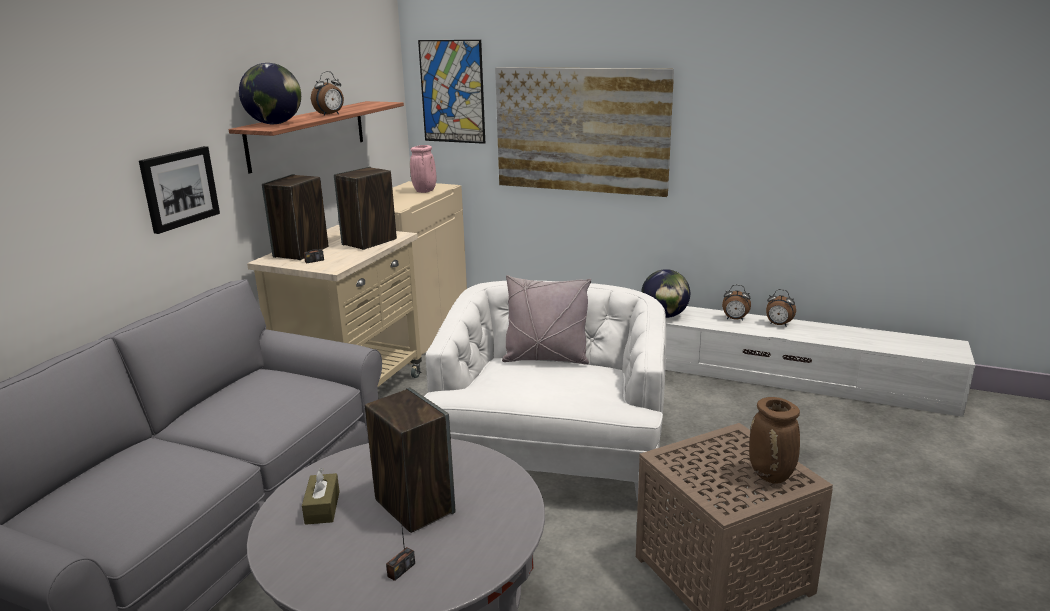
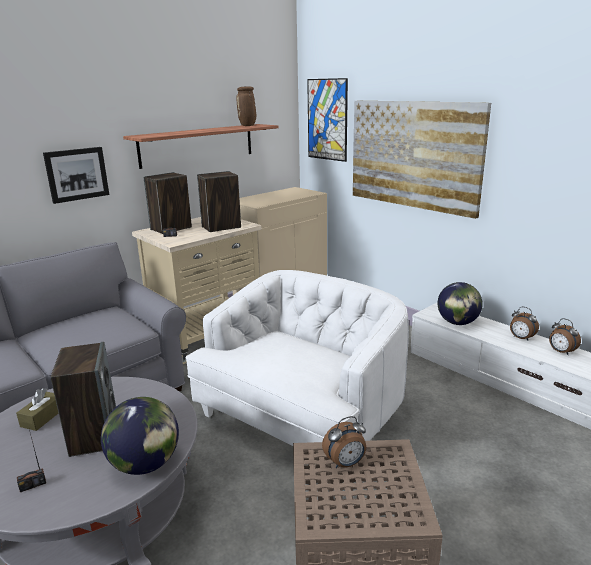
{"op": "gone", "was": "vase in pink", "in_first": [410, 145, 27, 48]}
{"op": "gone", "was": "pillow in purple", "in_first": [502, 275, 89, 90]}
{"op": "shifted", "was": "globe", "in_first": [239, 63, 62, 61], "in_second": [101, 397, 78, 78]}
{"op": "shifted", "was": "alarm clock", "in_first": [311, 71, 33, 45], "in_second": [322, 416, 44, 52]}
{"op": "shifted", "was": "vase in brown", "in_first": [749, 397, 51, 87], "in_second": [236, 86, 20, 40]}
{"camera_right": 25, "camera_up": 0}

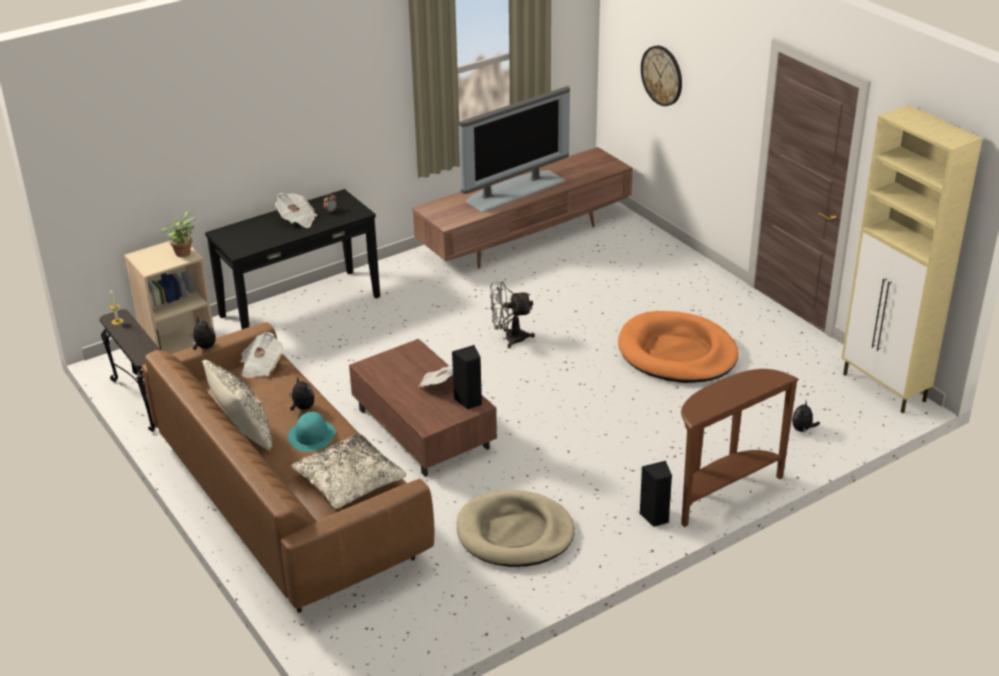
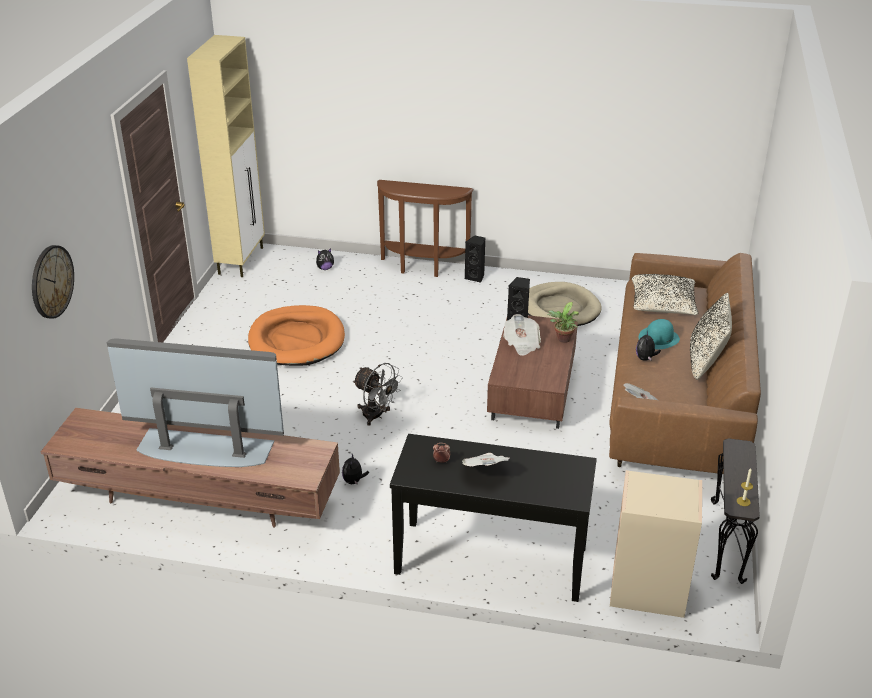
{"op": "shifted", "was": "potted plant", "in_first": [161, 211, 35, 46], "in_second": [547, 302, 32, 41]}
{"op": "shifted", "was": "plush toy", "in_first": [190, 317, 26, 33], "in_second": [342, 454, 27, 31]}
{"camera_right": -135, "camera_up": 0}

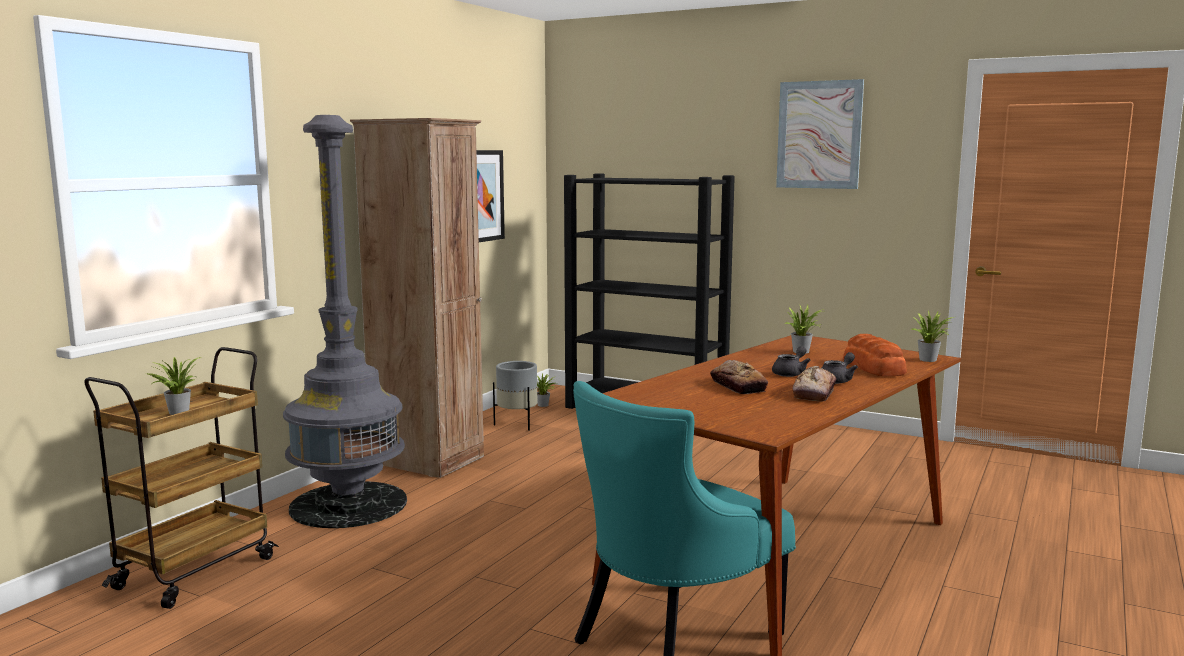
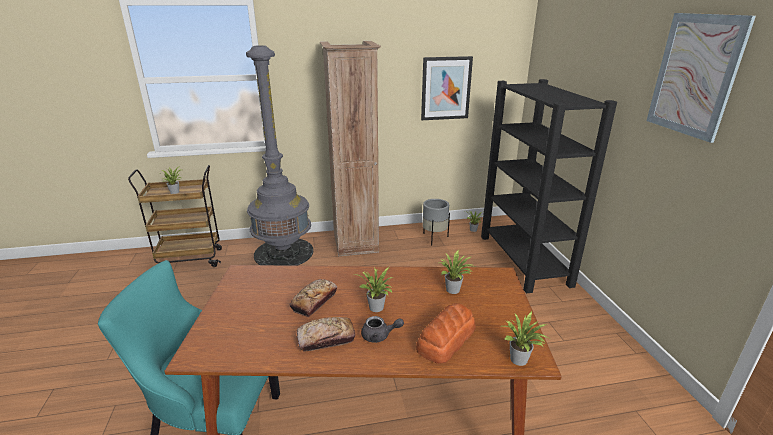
{"op": "swapped", "was": "teapot in grey", "now": "potted plant", "in_first": [772, 346, 39, 31], "in_second": [353, 267, 41, 45]}
{"camera_right": 50, "camera_up": 15}

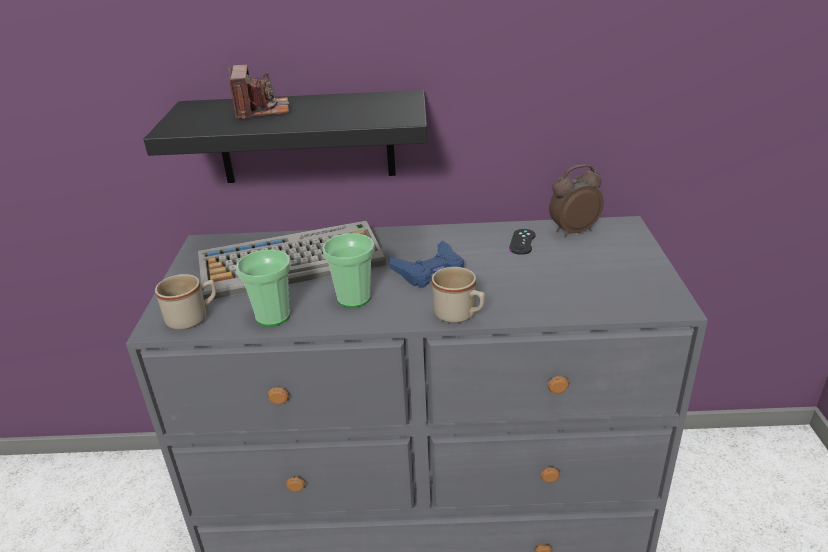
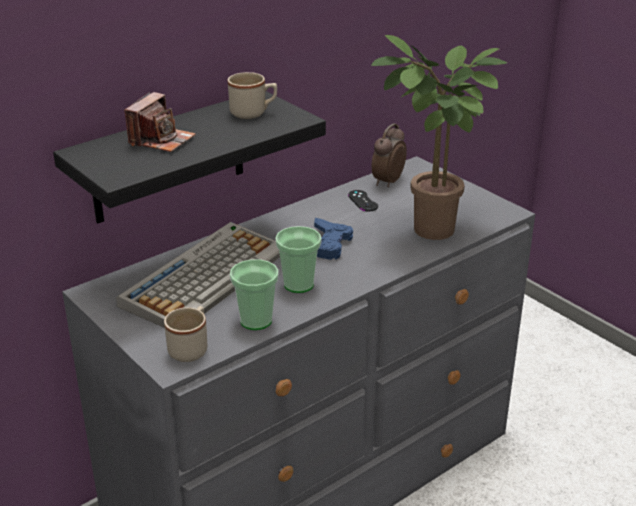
{"op": "new", "now": "potted plant", "in_second": [371, 35, 136, 205]}
{"op": "shifted", "was": "mug in beige", "in_first": [432, 267, 53, 56], "in_second": [228, 72, 49, 47]}
{"op": "rotated", "was": "photo camera", "in_first": [228, 65, 61, 54], "in_second": [124, 92, 72, 60], "clockwise": 75}
{"camera_right": -40, "camera_up": 0}

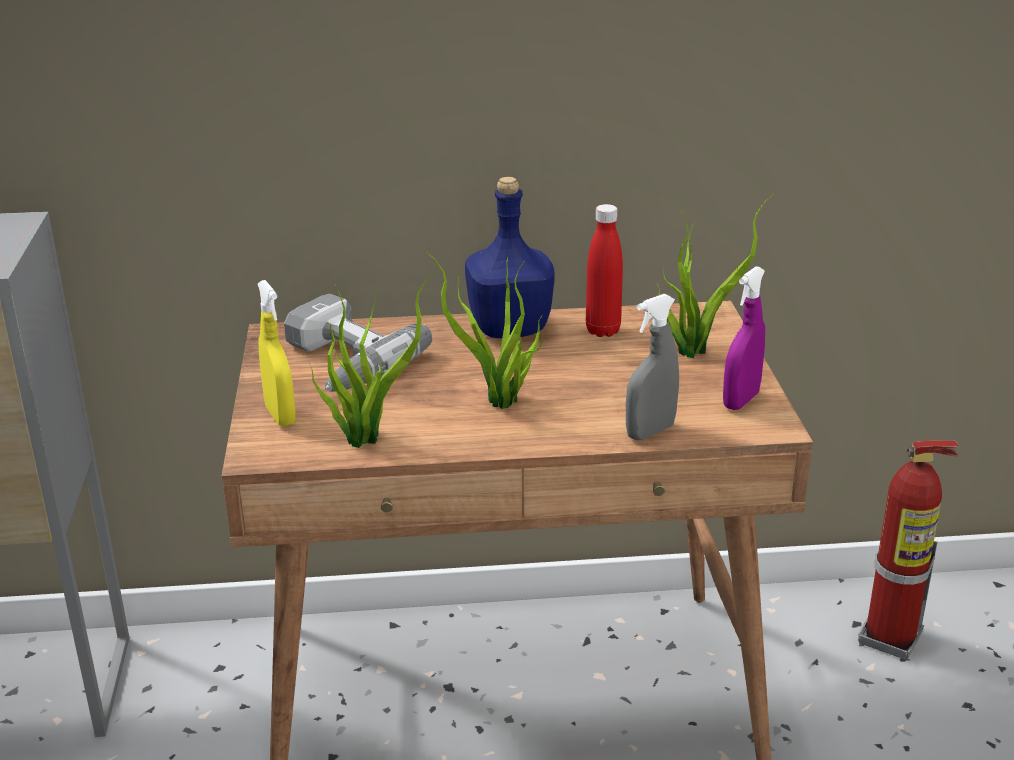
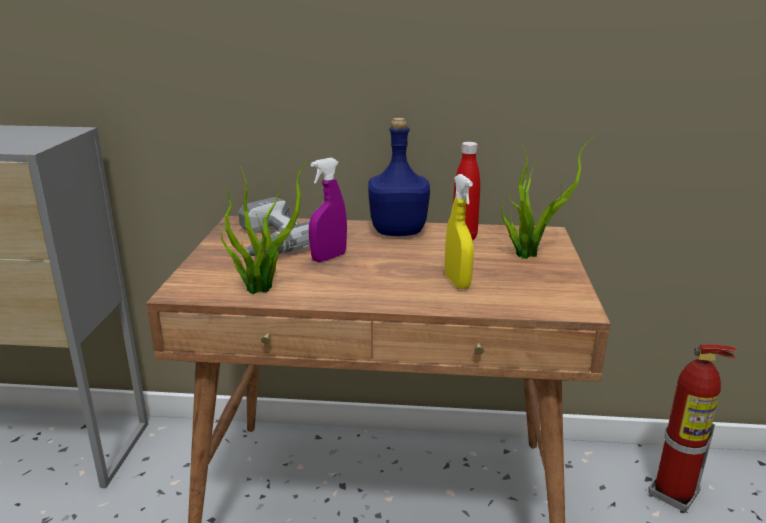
{"op": "gone", "was": "potted plant", "in_first": [425, 251, 118, 158]}
{"op": "gone", "was": "spray bottle in grey", "in_first": [626, 294, 53, 146]}
{"op": "shifted", "was": "spray bottle in yellow", "in_first": [258, 280, 38, 146], "in_second": [445, 174, 29, 115]}
{"op": "shifted", "was": "spray bottle in purple", "in_first": [723, 266, 42, 144], "in_second": [309, 158, 38, 104]}
{"camera_right": 10, "camera_up": -5}

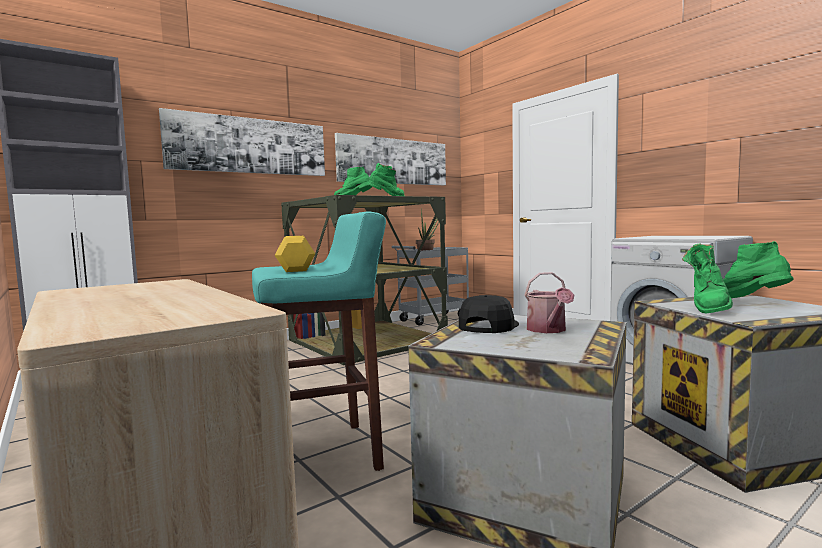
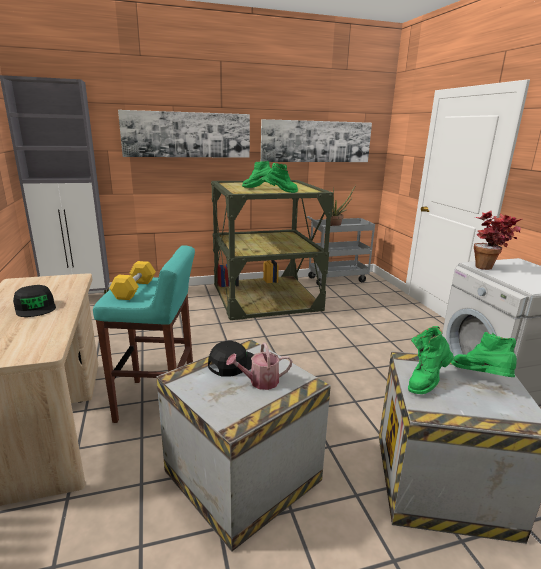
{"op": "new", "now": "cap in black", "in_second": [13, 285, 43, 32]}
{"op": "new", "now": "potted plant", "in_second": [474, 211, 47, 59]}
{"op": "rotated", "was": "watering can", "in_first": [525, 272, 49, 61], "in_second": [226, 343, 66, 47], "clockwise": 60}
{"camera_right": 20, "camera_up": 15}

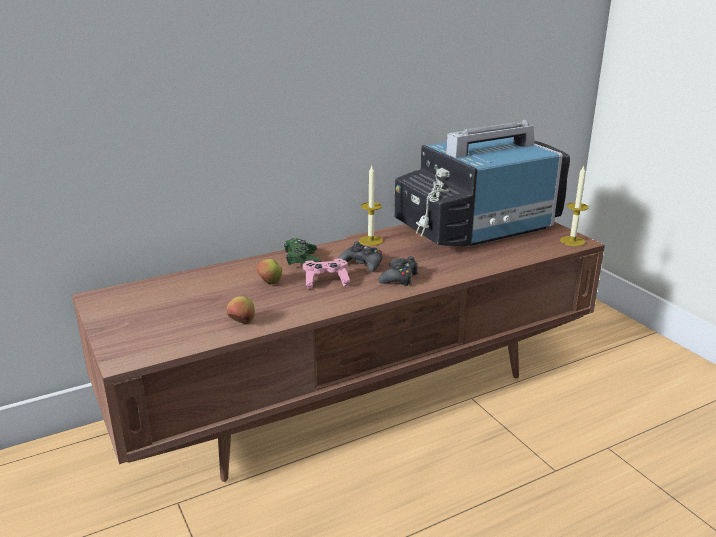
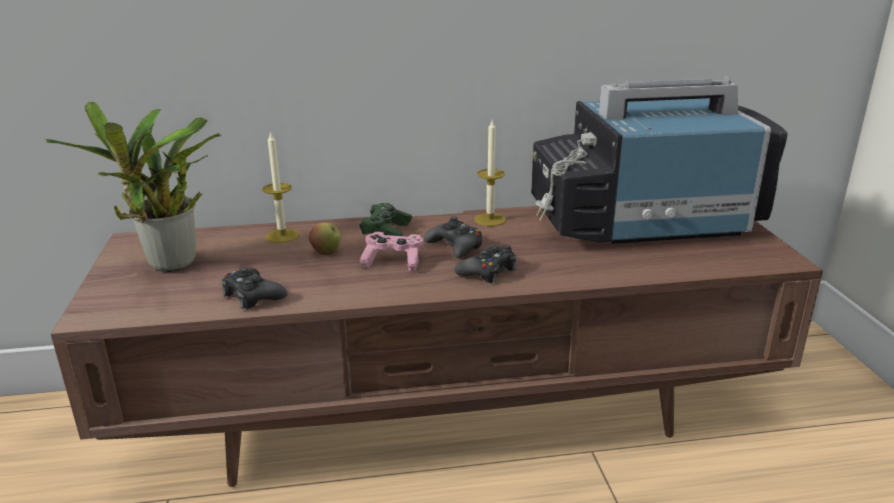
{"op": "new", "now": "potted plant", "in_second": [45, 102, 176, 170]}
{"op": "shifted", "was": "candle", "in_first": [560, 165, 29, 81], "in_second": [262, 131, 37, 112]}
{"op": "swapped", "was": "apple", "now": "game controller in black", "in_first": [226, 296, 29, 28], "in_second": [221, 268, 66, 41]}
{"camera_right": 20, "camera_up": 0}

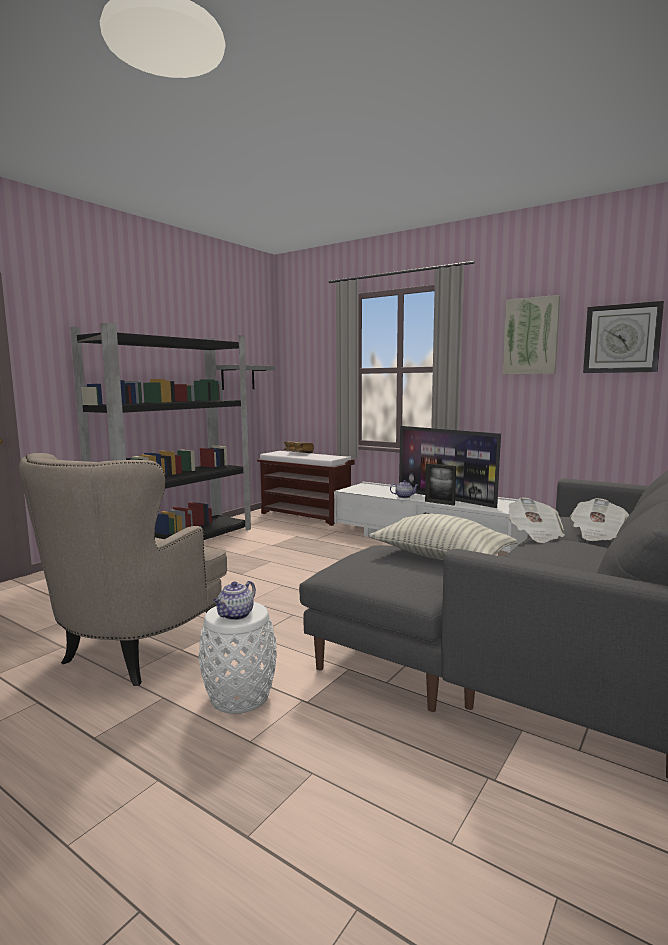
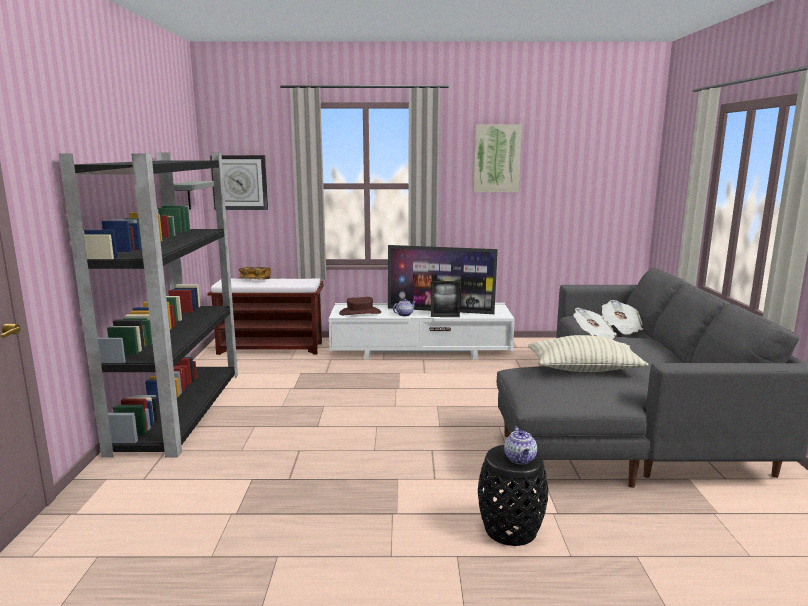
{"op": "gone", "was": "armchair in beige", "in_first": [19, 453, 208, 233]}
{"op": "new", "now": "hat in brown", "in_second": [339, 297, 42, 18]}
{"op": "shifted", "was": "wall clock", "in_first": [583, 301, 81, 72], "in_second": [210, 155, 58, 55]}
{"op": "repainted", "was": "stool in white", "now": "stool in black", "in_first": [199, 602, 78, 112], "in_second": [478, 445, 70, 101]}
{"camera_right": -35, "camera_up": 5}

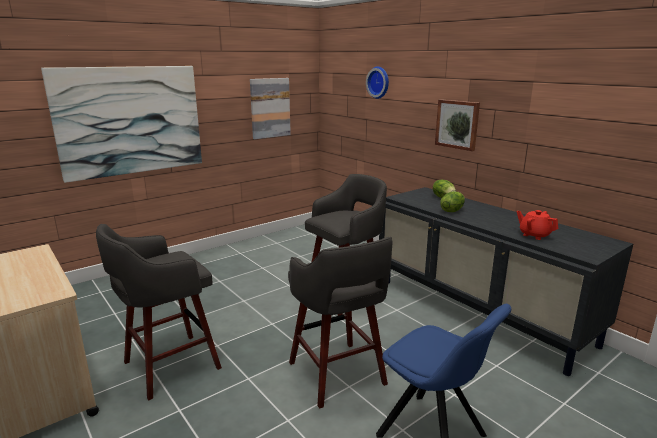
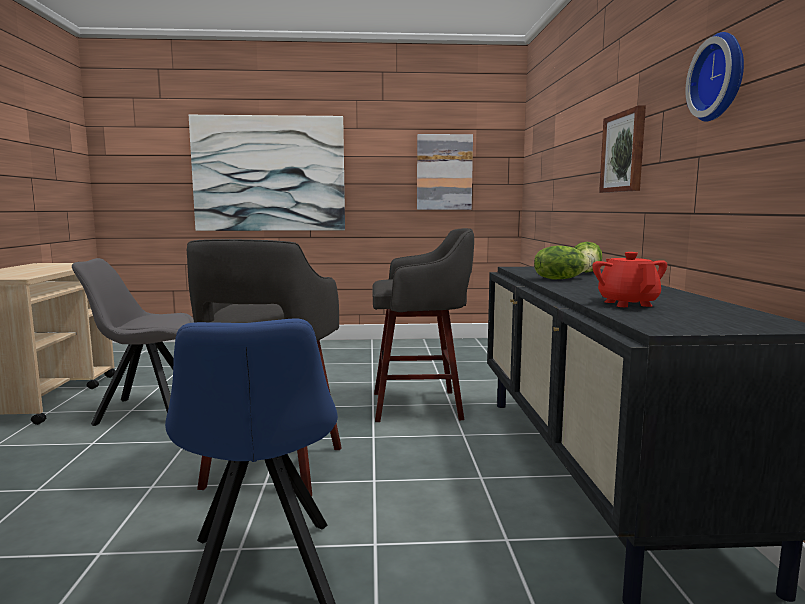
{"op": "shifted", "was": "wall clock", "in_first": [366, 66, 23, 33], "in_second": [685, 32, 59, 89]}
{"op": "swapped", "was": "stool in grey", "now": "chair in grey", "in_first": [96, 224, 126, 176], "in_second": [72, 258, 122, 168]}
{"camera_right": 35, "camera_up": -10}

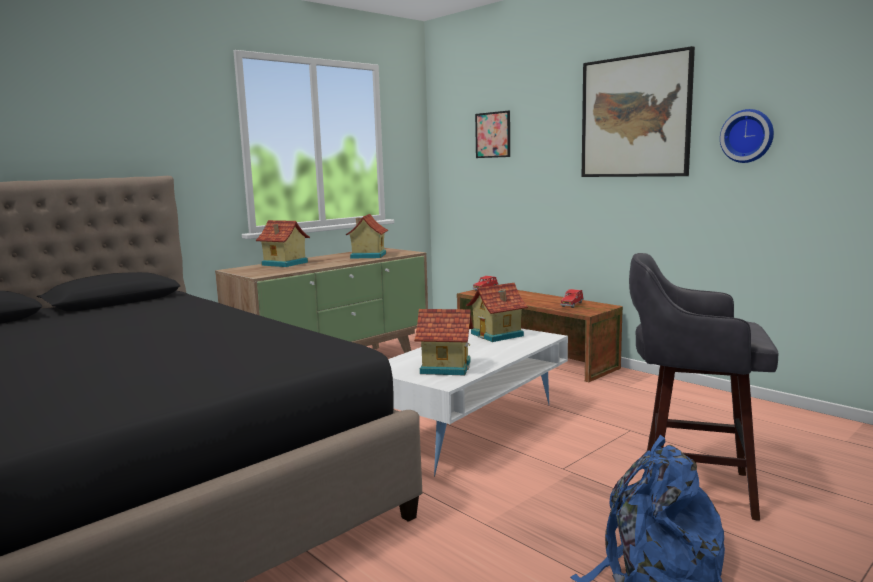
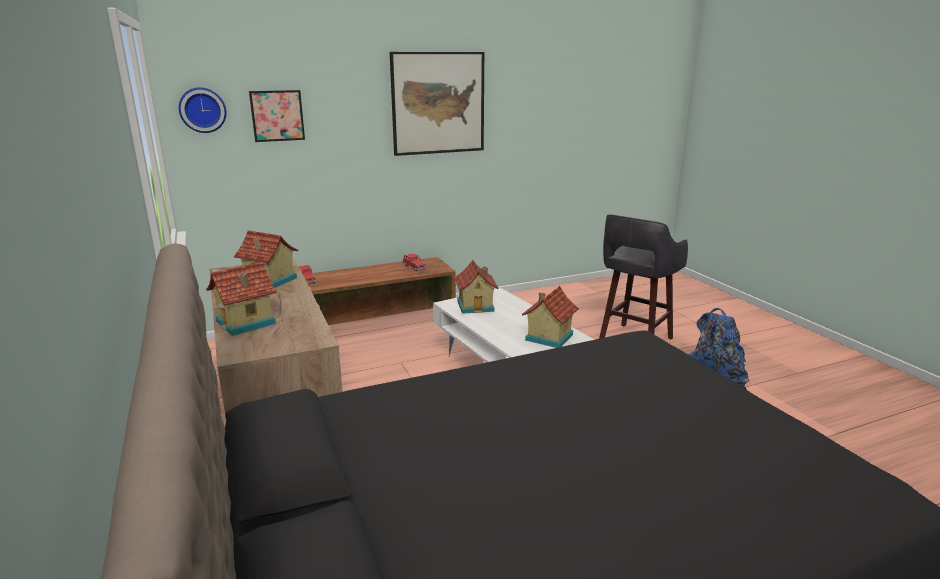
{"op": "shifted", "was": "wall clock", "in_first": [720, 109, 54, 54], "in_second": [179, 87, 47, 46]}
{"camera_right": -70, "camera_up": 10}

